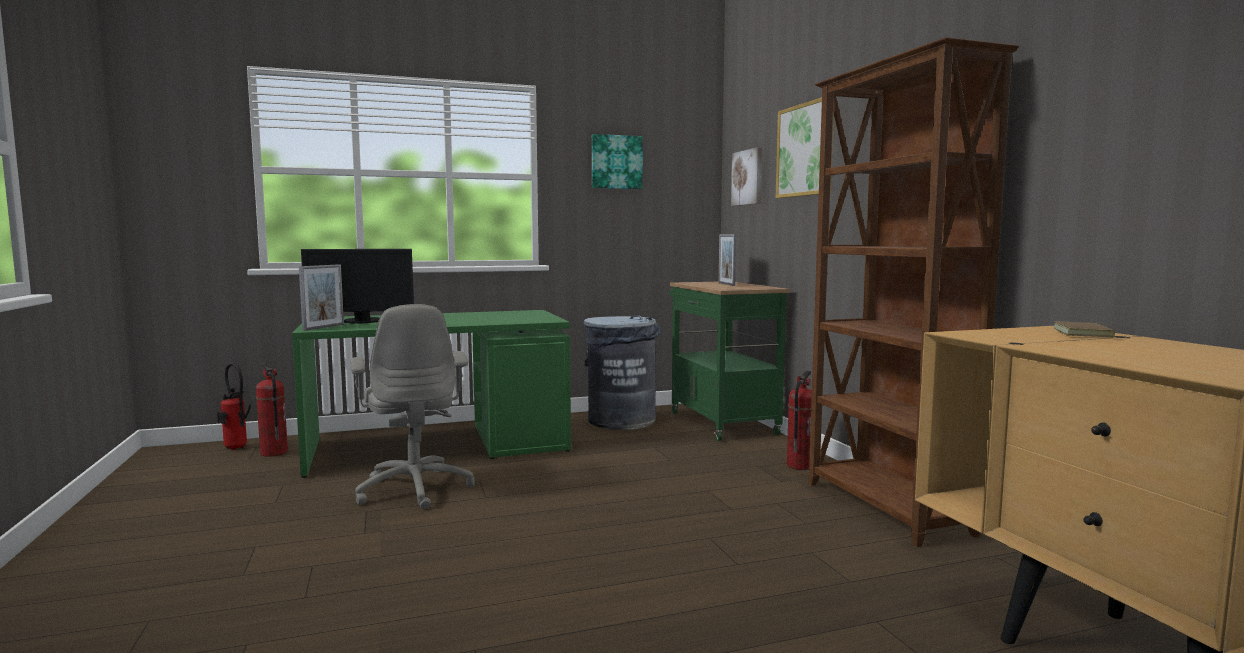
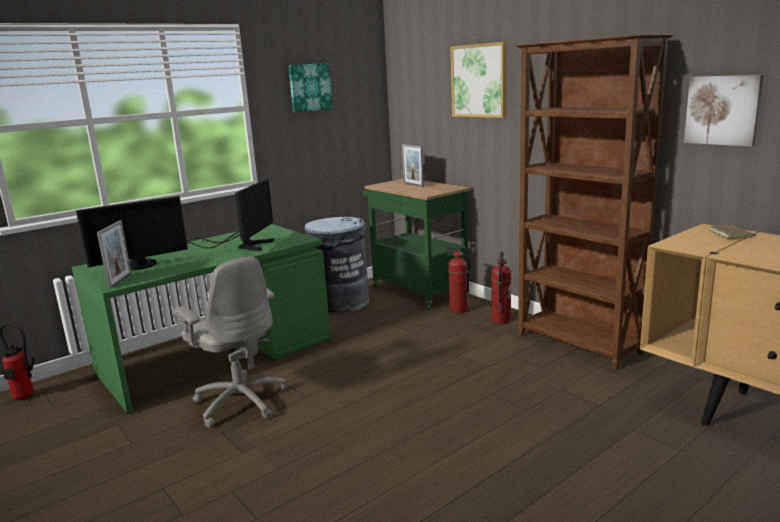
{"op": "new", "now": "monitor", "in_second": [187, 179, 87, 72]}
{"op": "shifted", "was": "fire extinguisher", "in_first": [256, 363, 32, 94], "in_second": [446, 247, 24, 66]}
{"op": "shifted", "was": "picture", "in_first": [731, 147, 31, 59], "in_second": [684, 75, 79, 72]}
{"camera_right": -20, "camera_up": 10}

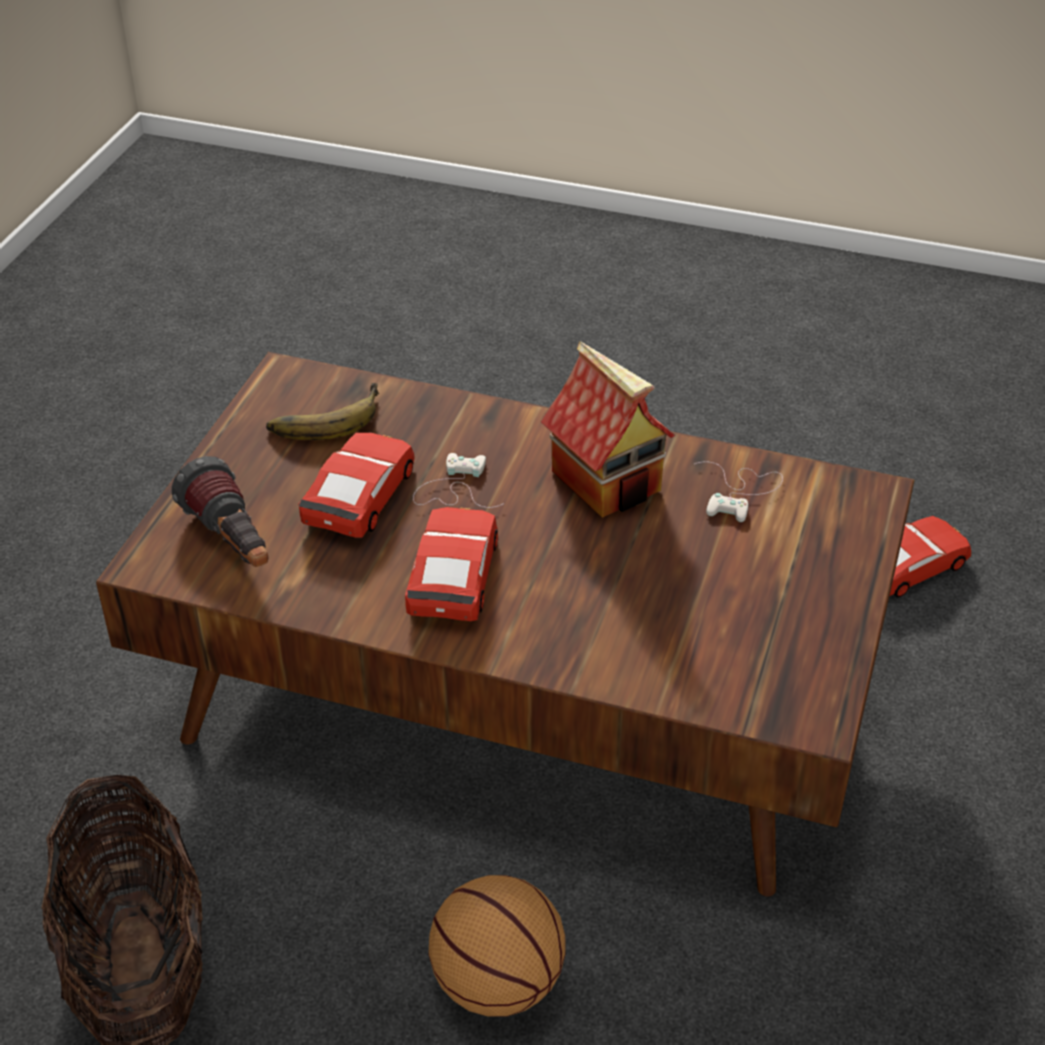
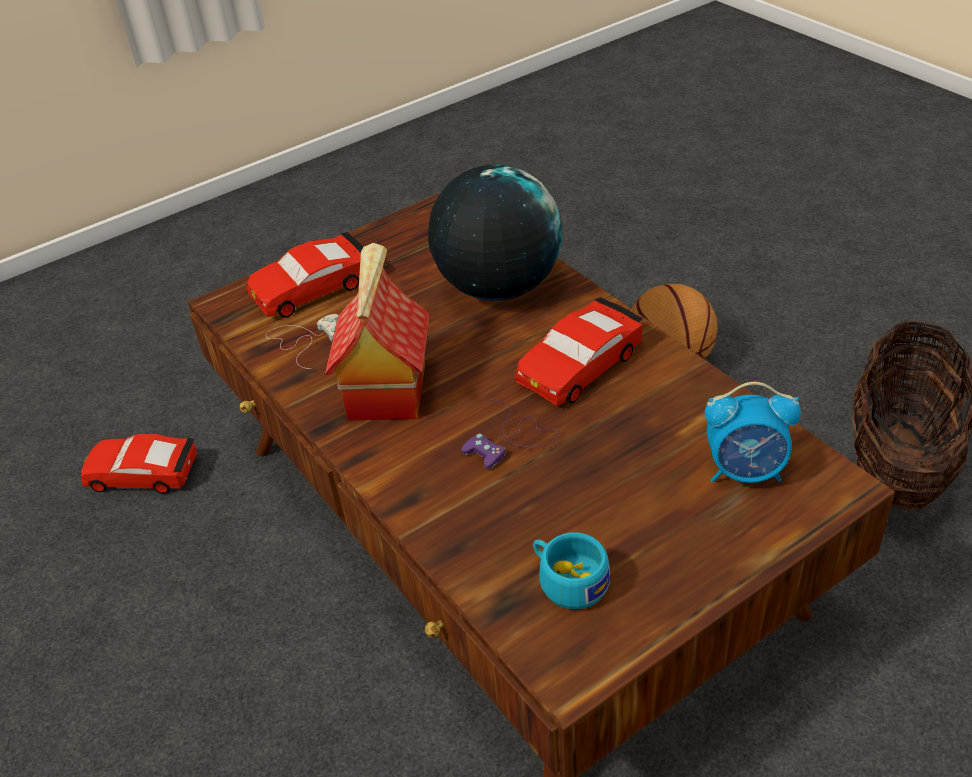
{"op": "new", "now": "globe", "in_second": [428, 164, 134, 137]}
{"op": "shifted", "was": "toy car in red", "in_first": [298, 433, 117, 105], "in_second": [247, 232, 116, 86]}
{"op": "swapped", "was": "flashlight", "now": "alarm clock", "in_first": [172, 456, 96, 111], "in_second": [705, 382, 96, 101]}
{"op": "swapped", "was": "banana", "now": "cup in turquoise", "in_first": [266, 383, 113, 57], "in_second": [533, 532, 77, 77]}
{"op": "repainted", "was": "game controller in white", "now": "game controller in purple", "in_first": [413, 453, 91, 55], "in_second": [461, 400, 99, 69]}
{"camera_right": -140, "camera_up": 0}

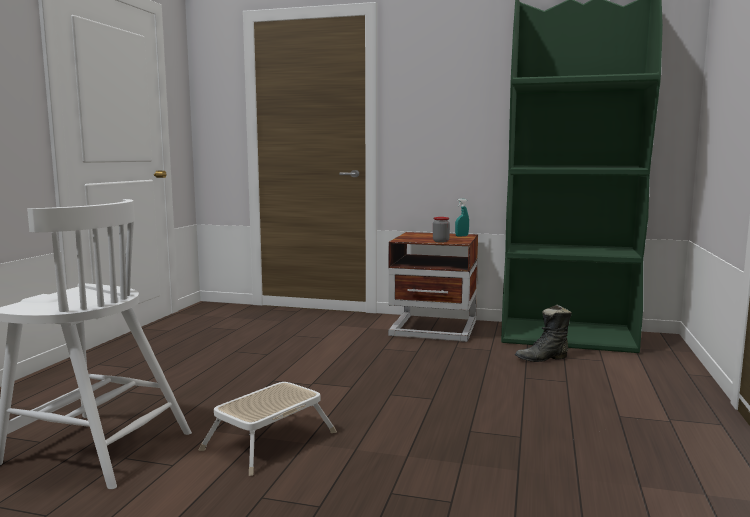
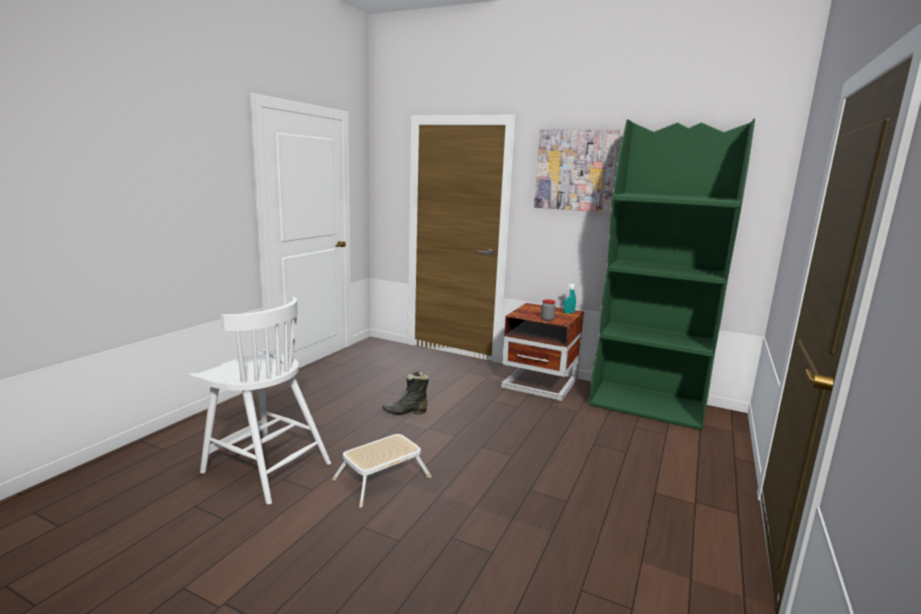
{"op": "new", "now": "picture", "in_second": [534, 129, 86, 84]}
{"op": "shifted", "was": "boot in black", "in_first": [515, 305, 57, 57], "in_second": [382, 371, 47, 44]}
{"camera_right": 10, "camera_up": 5}

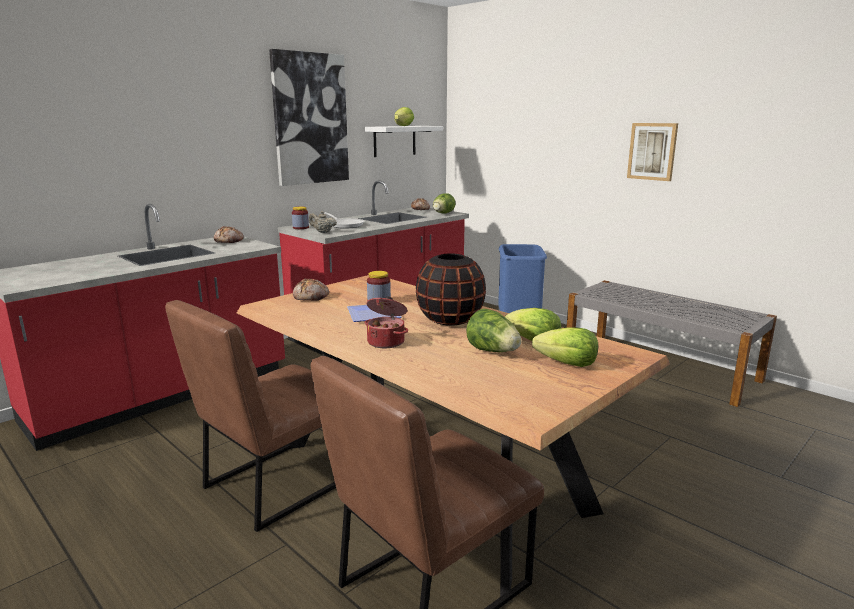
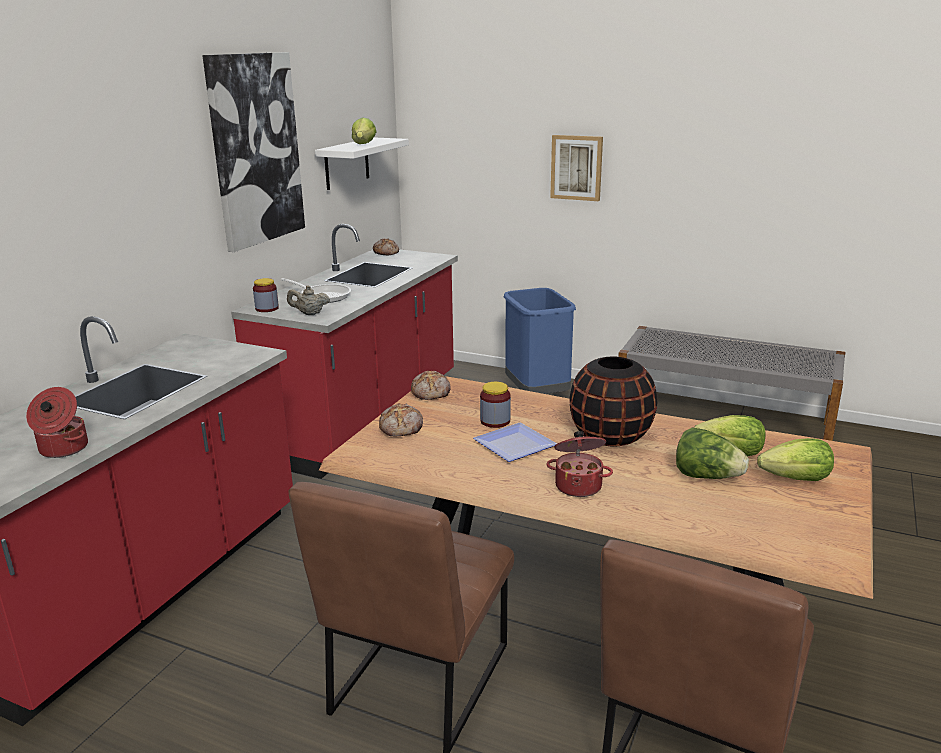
{"op": "gone", "was": "lettuce", "in_first": [433, 193, 22, 20]}
{"op": "new", "now": "cooking pot", "in_second": [26, 387, 62, 71]}
{"op": "shifted", "was": "bread", "in_first": [214, 226, 30, 17], "in_second": [411, 371, 40, 29]}
{"op": "shifted", "was": "picture", "in_first": [627, 123, 51, 58], "in_second": [550, 135, 53, 66]}
{"camera_right": -20, "camera_up": 5}

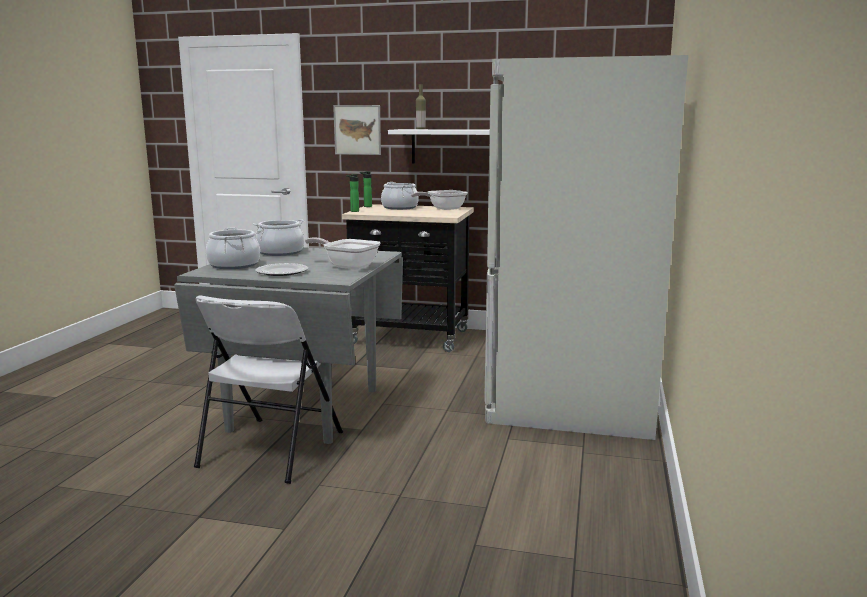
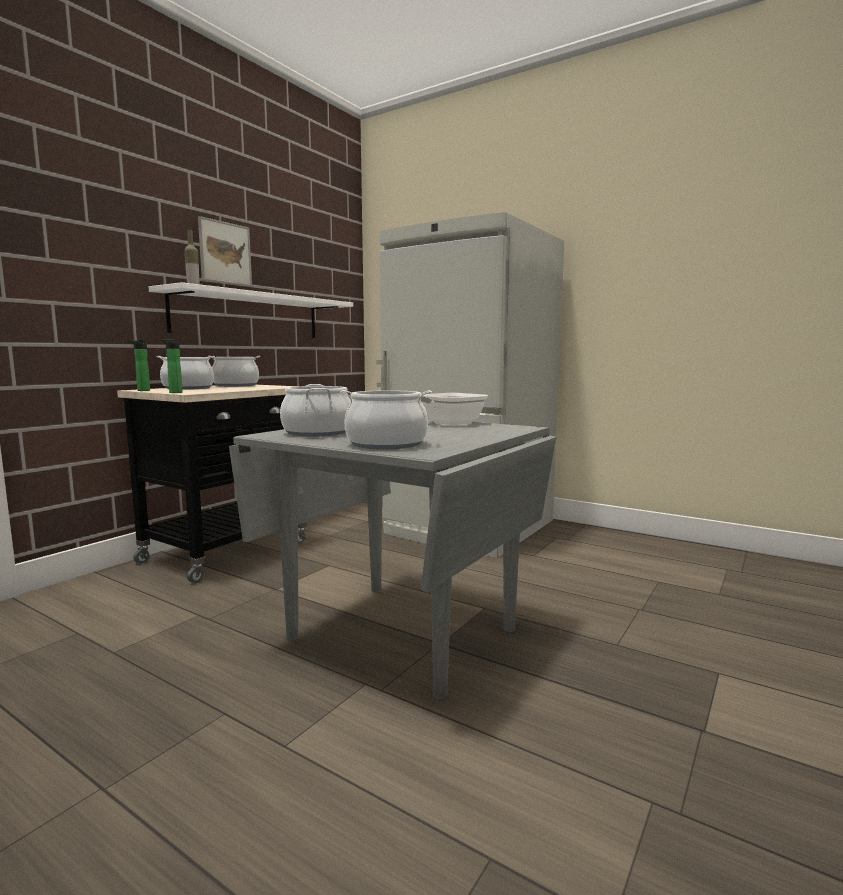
{"op": "gone", "was": "chair in white", "in_first": [194, 295, 149, 189]}
{"op": "gone", "was": "plate", "in_first": [255, 263, 53, 13]}
{"op": "shifted", "was": "picture", "in_first": [333, 105, 48, 50], "in_second": [198, 216, 54, 70]}
{"op": "swapped", "was": "frying pan", "now": "cooking pot", "in_first": [411, 190, 57, 20], "in_second": [208, 356, 52, 31]}
{"camera_right": -70, "camera_up": -5}

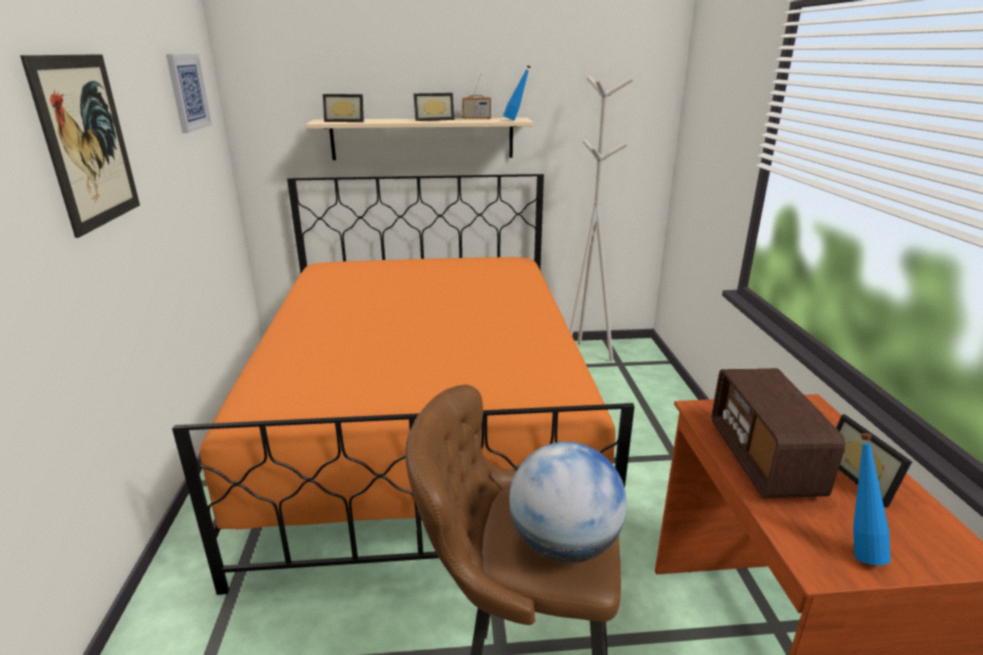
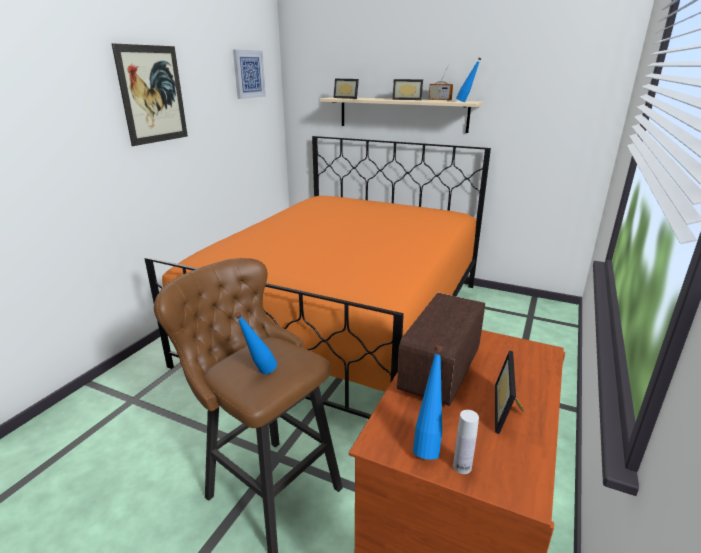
{"op": "gone", "was": "clothes rack in grey", "in_first": [569, 76, 64, 286]}
{"op": "new", "now": "bottle in white", "in_second": [453, 410, 26, 64]}
{"op": "swapped", "was": "globe", "now": "bottle in blue", "in_first": [509, 442, 118, 121], "in_second": [235, 312, 42, 62]}
{"camera_right": 30, "camera_up": 0}

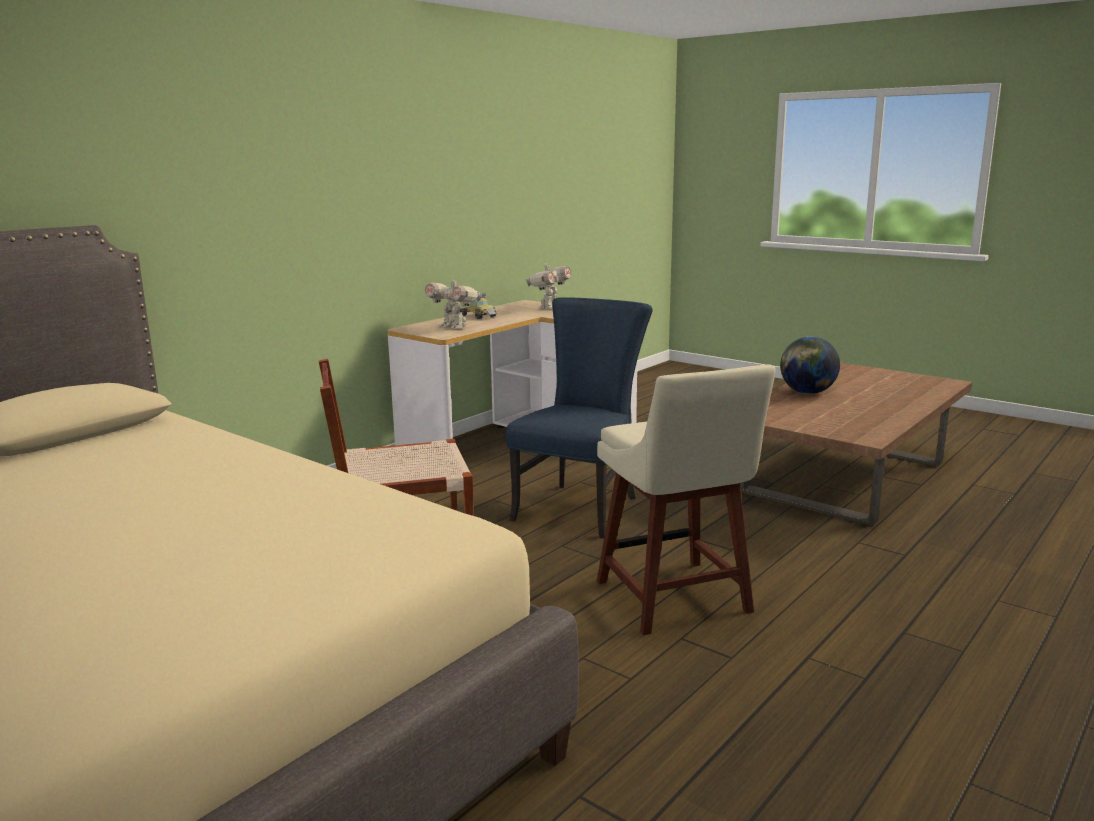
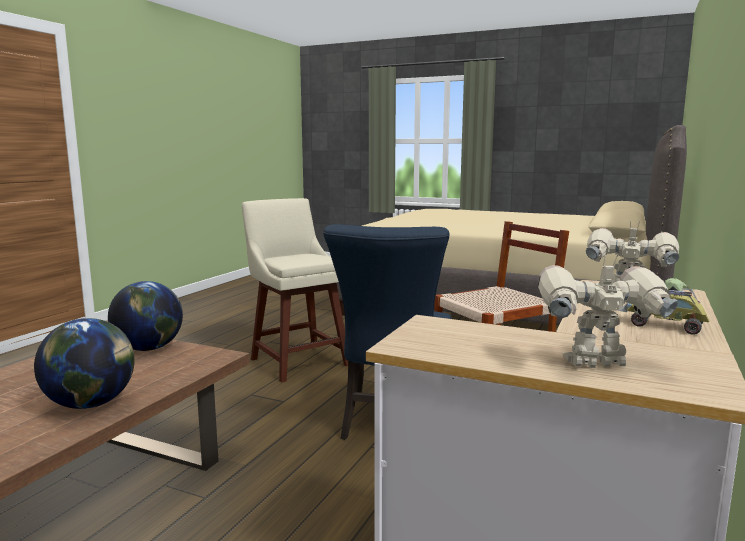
{"op": "new", "now": "globe", "in_second": [108, 281, 75, 70]}
{"op": "rotated", "was": "toy robot", "in_first": [526, 261, 45, 48], "in_second": [537, 255, 142, 113], "clockwise": 75}
{"camera_right": 165, "camera_up": -5}

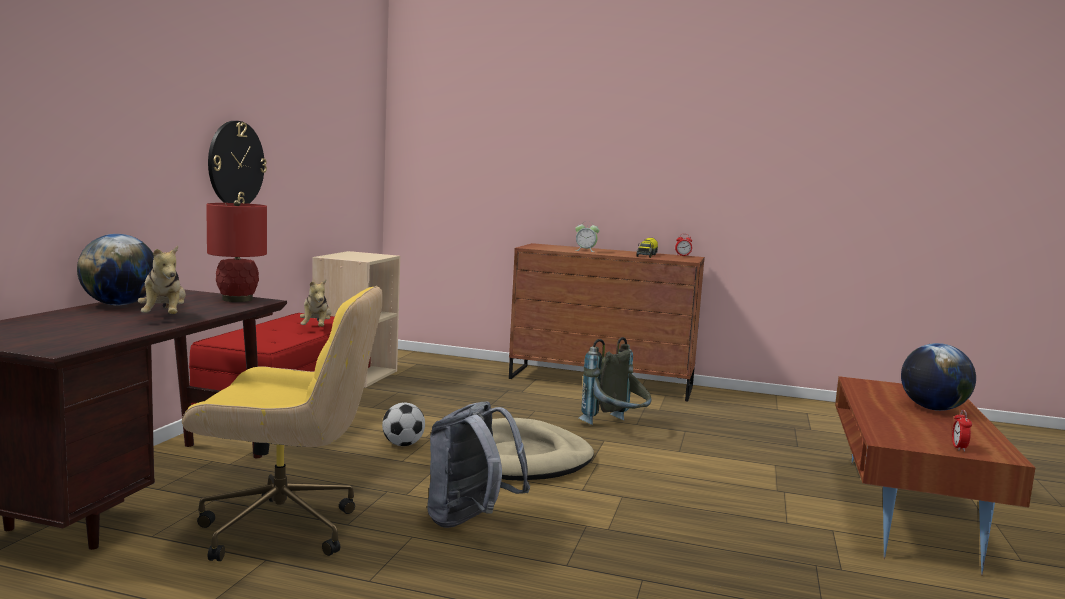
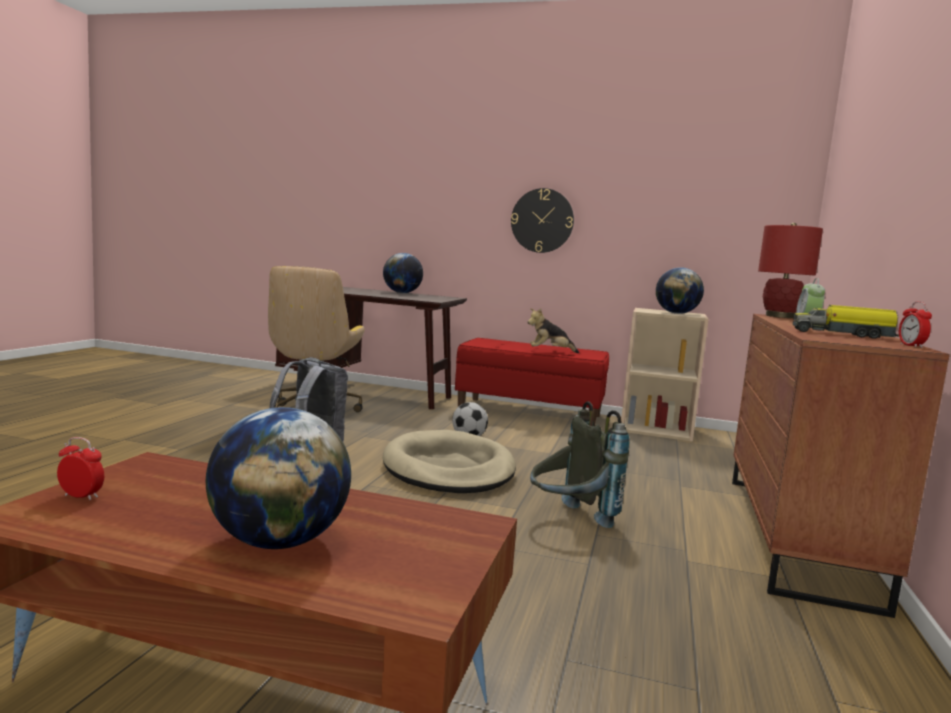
{"op": "gone", "was": "plush toy", "in_first": [138, 246, 48, 68]}
{"op": "new", "now": "globe", "in_second": [656, 267, 48, 47]}
{"op": "shifted", "was": "table lamp in red", "in_first": [206, 200, 61, 102], "in_second": [758, 223, 65, 95]}
{"camera_right": 90, "camera_up": 0}

